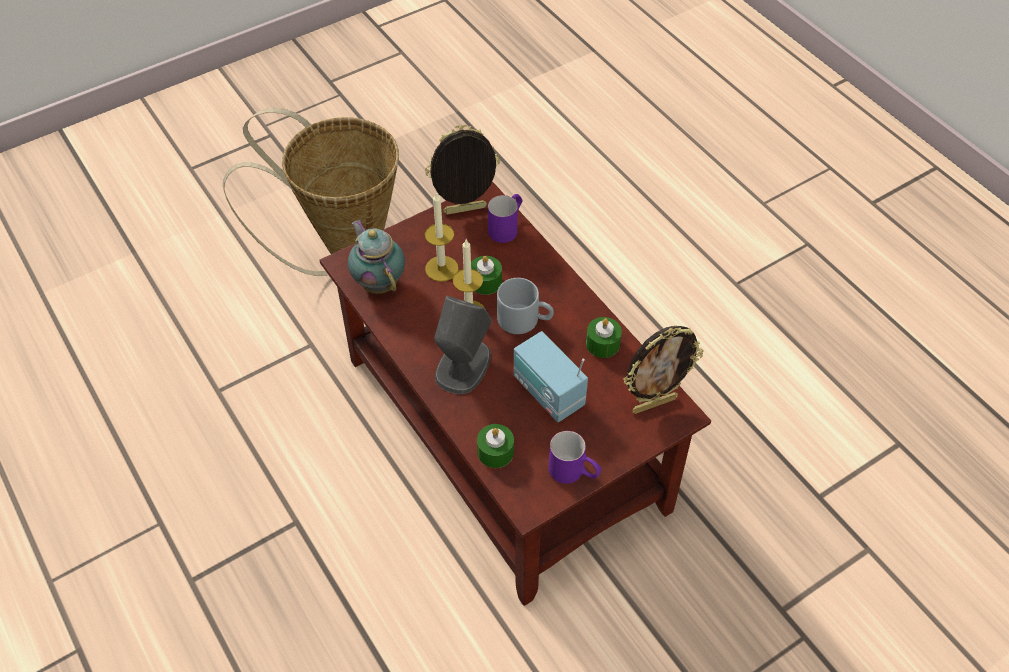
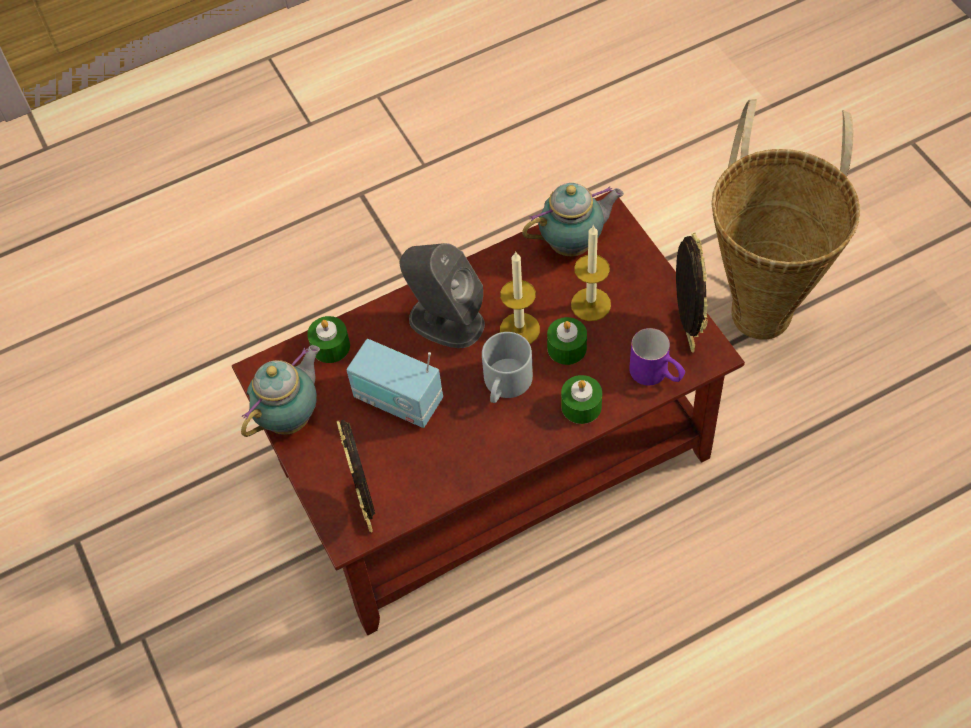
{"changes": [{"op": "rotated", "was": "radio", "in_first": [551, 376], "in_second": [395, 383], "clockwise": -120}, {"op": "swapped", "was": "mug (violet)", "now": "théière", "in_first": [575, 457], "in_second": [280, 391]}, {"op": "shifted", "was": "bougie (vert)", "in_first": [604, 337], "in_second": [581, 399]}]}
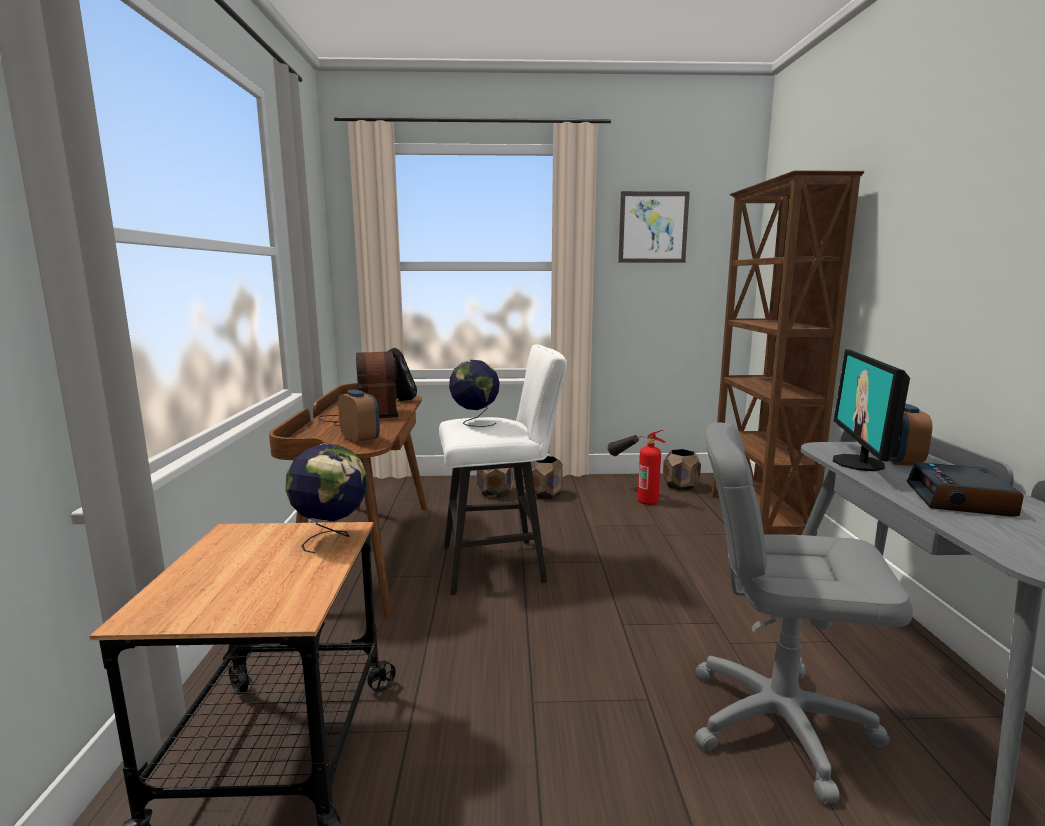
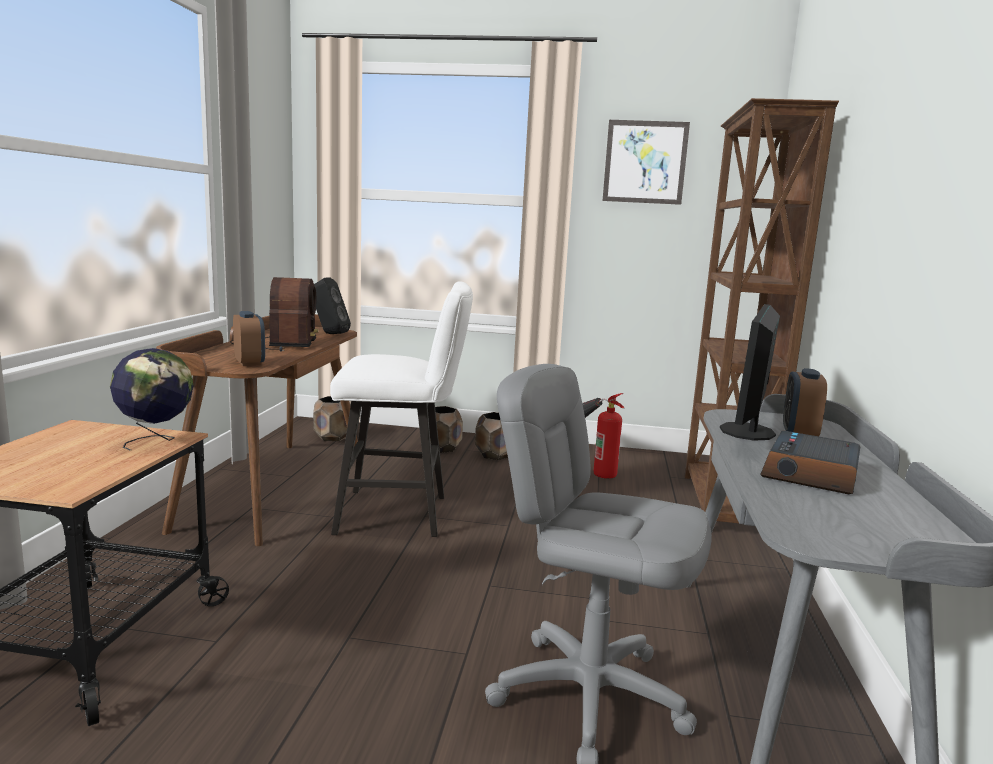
{"changes": [{"op": "gone", "was": "globe", "in_first": [474, 393]}, {"op": "shifted", "was": "cache-pot (marron)", "in_first": [682, 470], "in_second": [332, 418]}]}
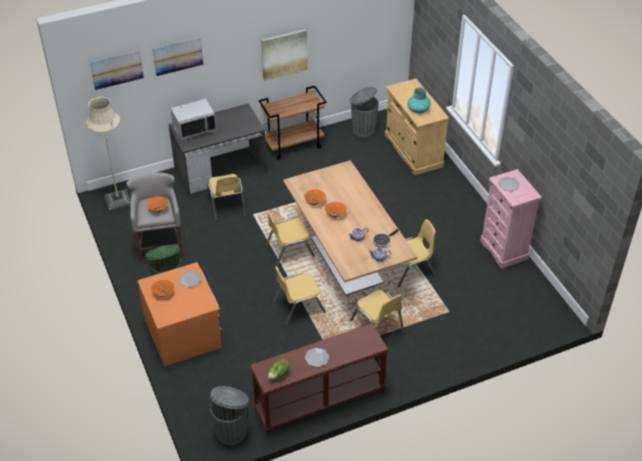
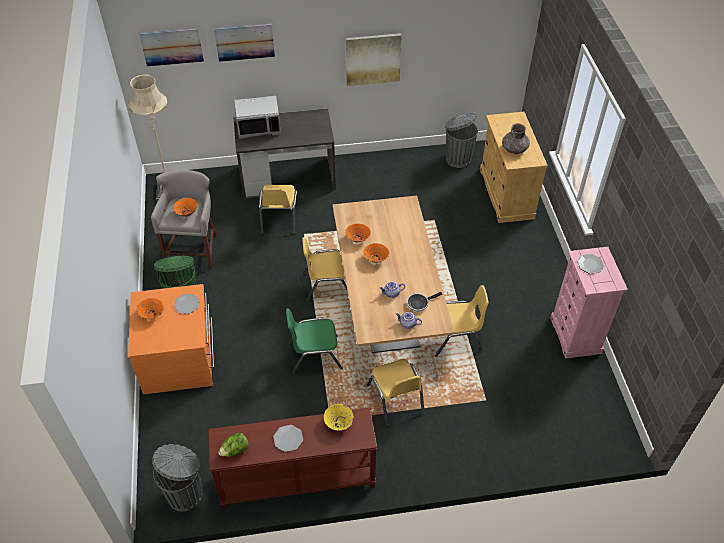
{"changes": [{"op": "gone", "was": "chariot (marron)", "in_first": [293, 123]}, {"op": "repainted", "was": "chaise (jaune)", "now": "chaise (vert)", "in_first": [299, 295], "in_second": [314, 341]}, {"op": "repainted", "was": "vase (turquoise)", "now": "vase (gris)", "in_first": [419, 100], "in_second": [516, 138]}, {"op": "new", "now": "bol (jaune)", "in_second": [339, 417]}]}
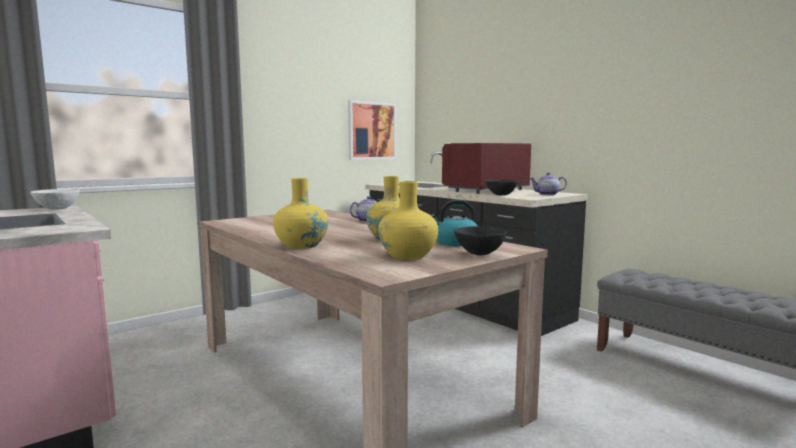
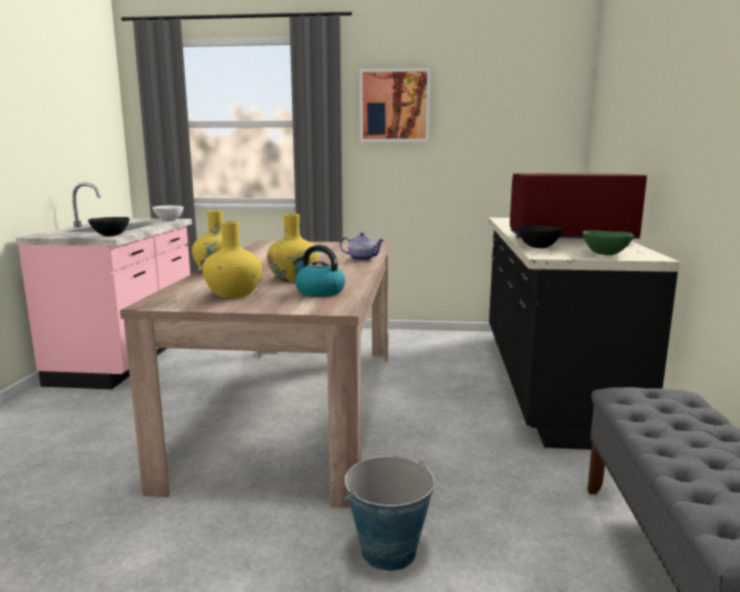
{"changes": [{"op": "shifted", "was": "tableau", "in_first": [372, 130], "in_second": [394, 105]}, {"op": "shifted", "was": "bol (noir)", "in_first": [480, 240], "in_second": [109, 226]}, {"op": "swapped", "was": "théière", "now": "bol (vert)", "in_first": [548, 183], "in_second": [608, 242]}, {"op": "new", "now": "seau", "in_second": [388, 513]}]}
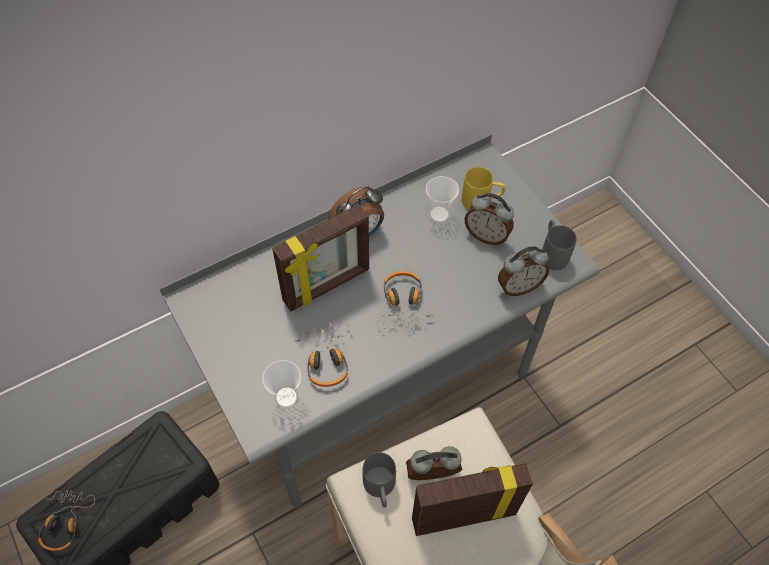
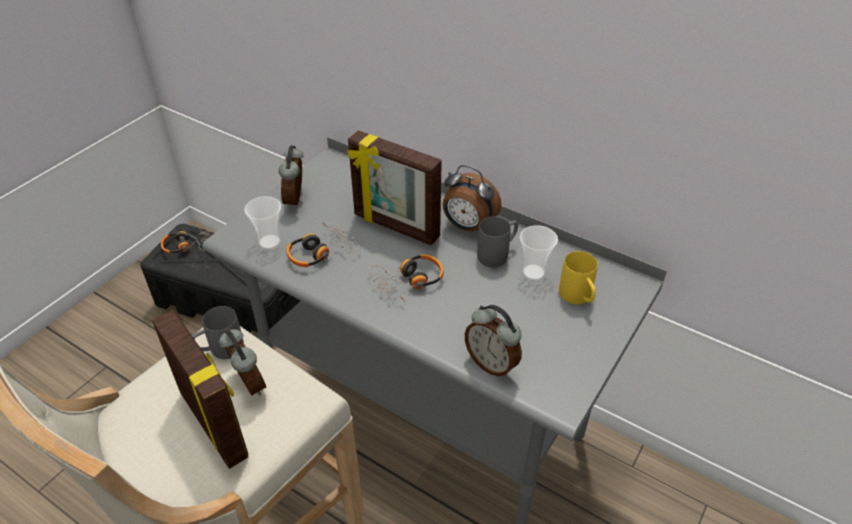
{"changes": [{"op": "shifted", "was": "réveil", "in_first": [489, 219], "in_second": [291, 177]}, {"op": "shifted", "was": "mug (gris)", "in_first": [559, 244], "in_second": [497, 242]}]}
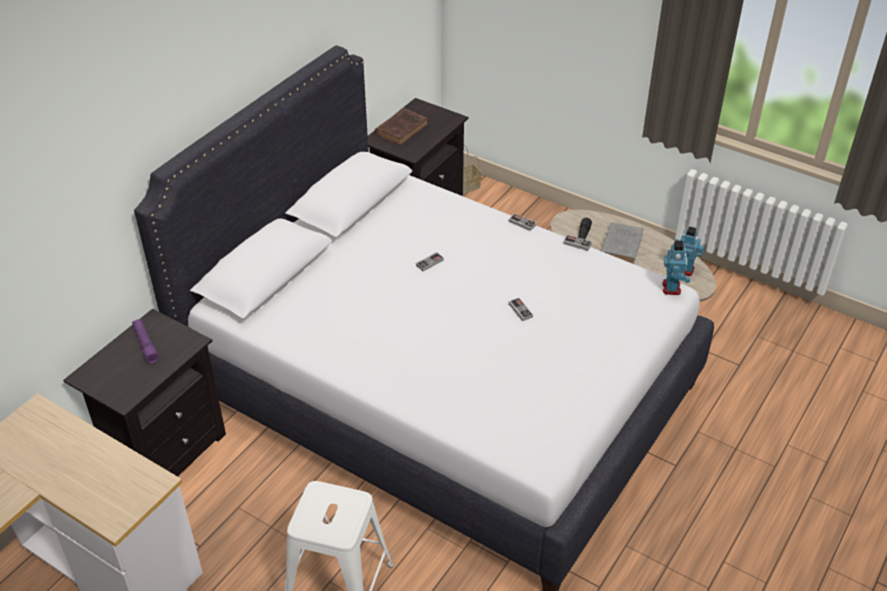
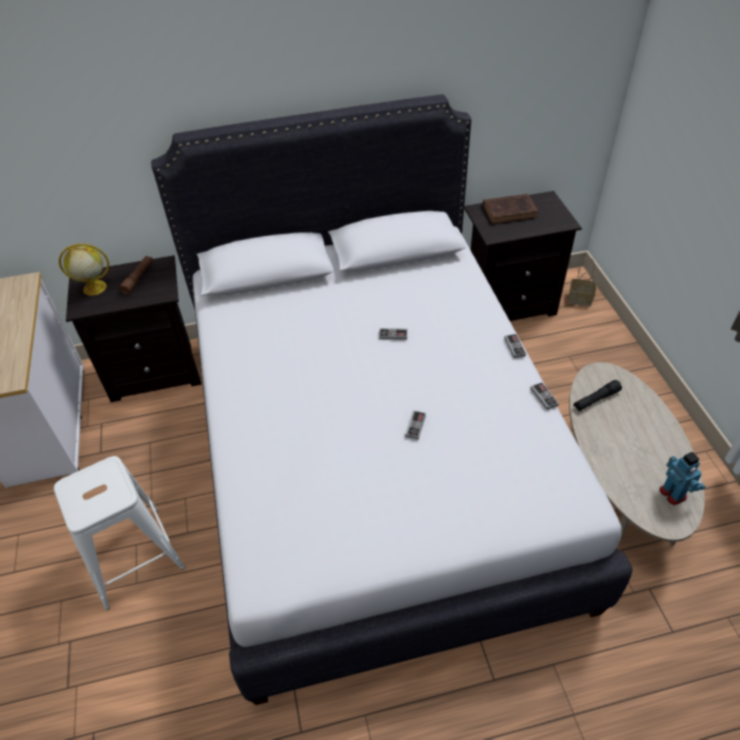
{"changes": [{"op": "repainted", "was": "lampe de poche (violet)", "now": "lampe de poche (marron)", "in_first": [145, 341], "in_second": [136, 275]}, {"op": "gone", "was": "livre (gris)", "in_first": [622, 243]}, {"op": "gone", "was": "robot jouet", "in_first": [676, 267]}, {"op": "new", "now": "globe", "in_second": [84, 270]}]}
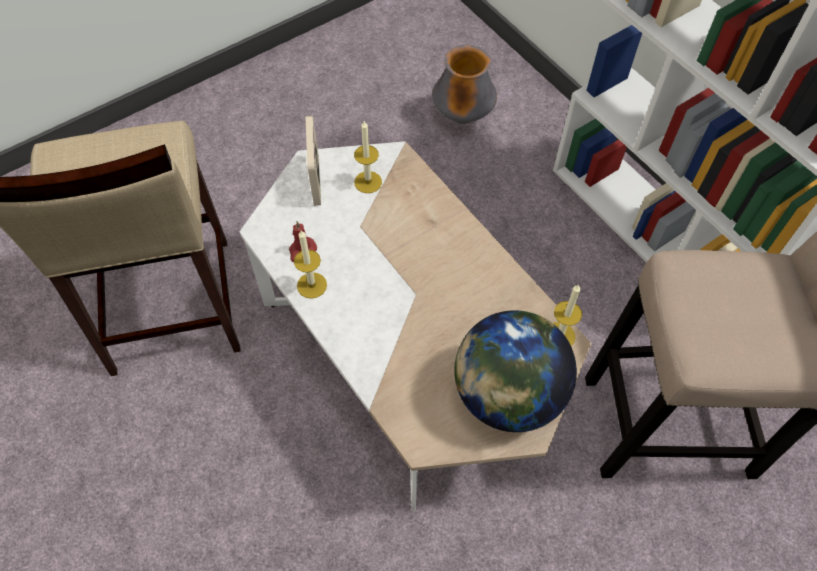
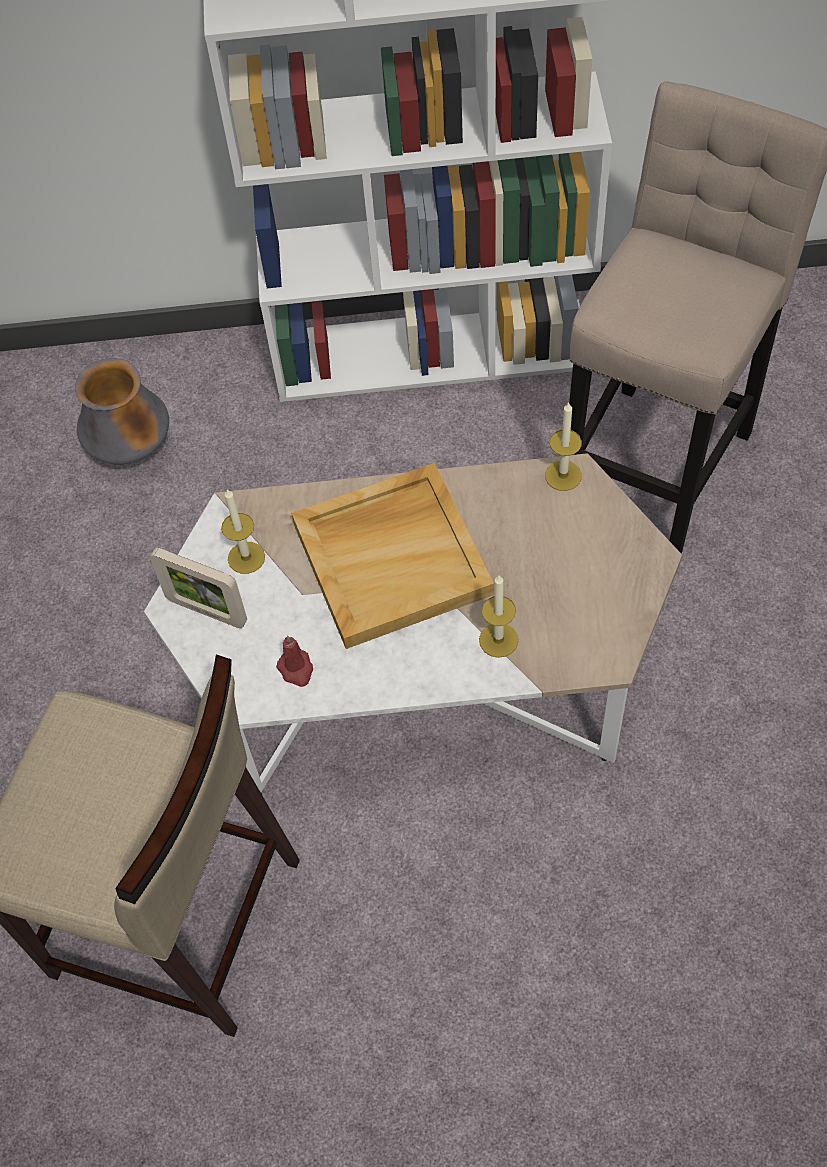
{"changes": [{"op": "shifted", "was": "bougie", "in_first": [310, 264], "in_second": [498, 616]}, {"op": "gone", "was": "globe", "in_first": [515, 371]}, {"op": "new", "now": "plateau (beige)", "in_second": [392, 556]}]}
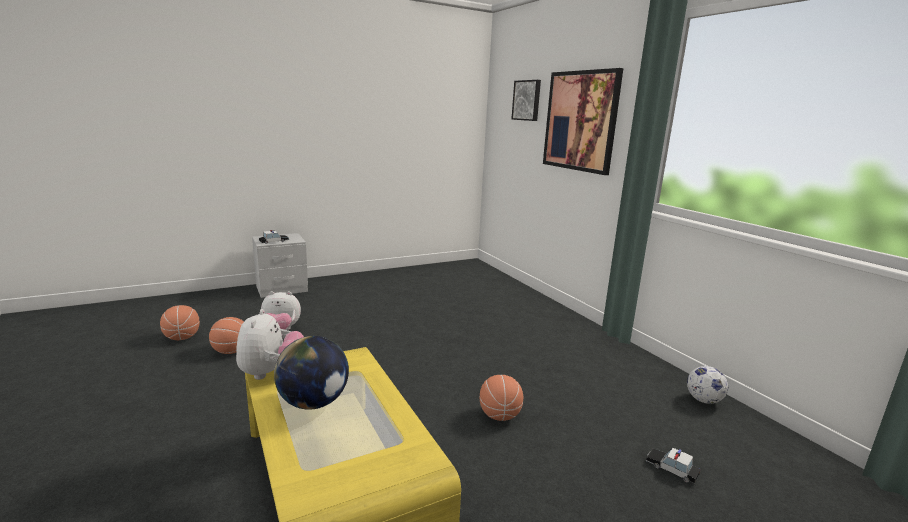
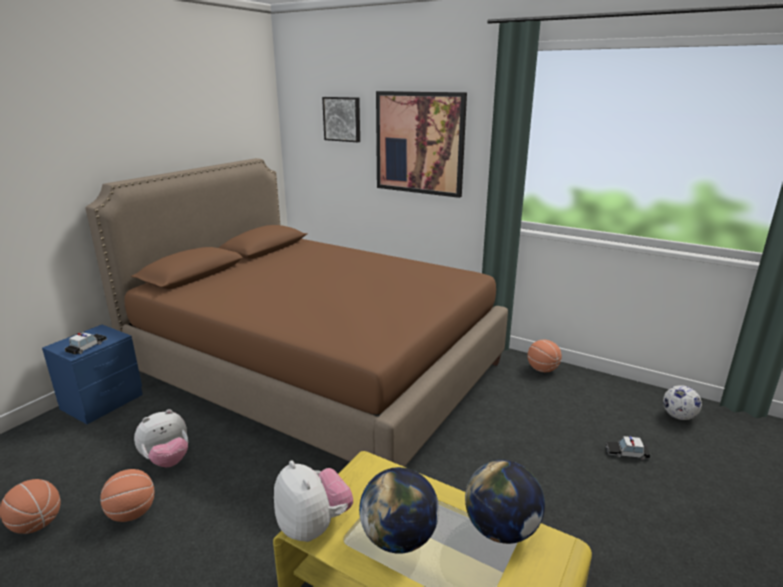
{"changes": [{"op": "repainted", "was": "table de chevet (gris)", "now": "table de chevet (bleu)", "in_first": [280, 265], "in_second": [92, 374]}, {"op": "shifted", "was": "ballon de basket", "in_first": [501, 398], "in_second": [544, 356]}, {"op": "shifted", "was": "ballon de foot", "in_first": [707, 385], "in_second": [682, 402]}, {"op": "new", "now": "lit (marron)", "in_second": [296, 312]}, {"op": "new", "now": "globe", "in_second": [505, 502]}]}
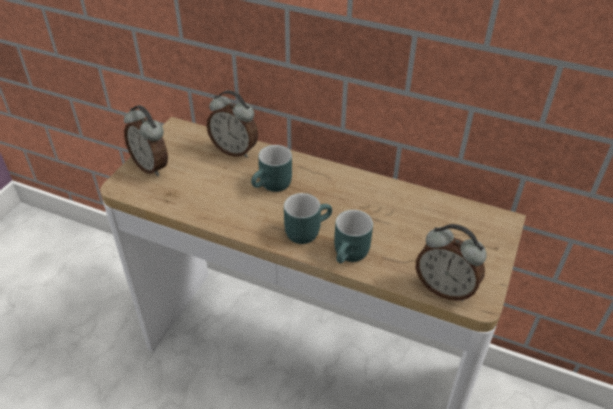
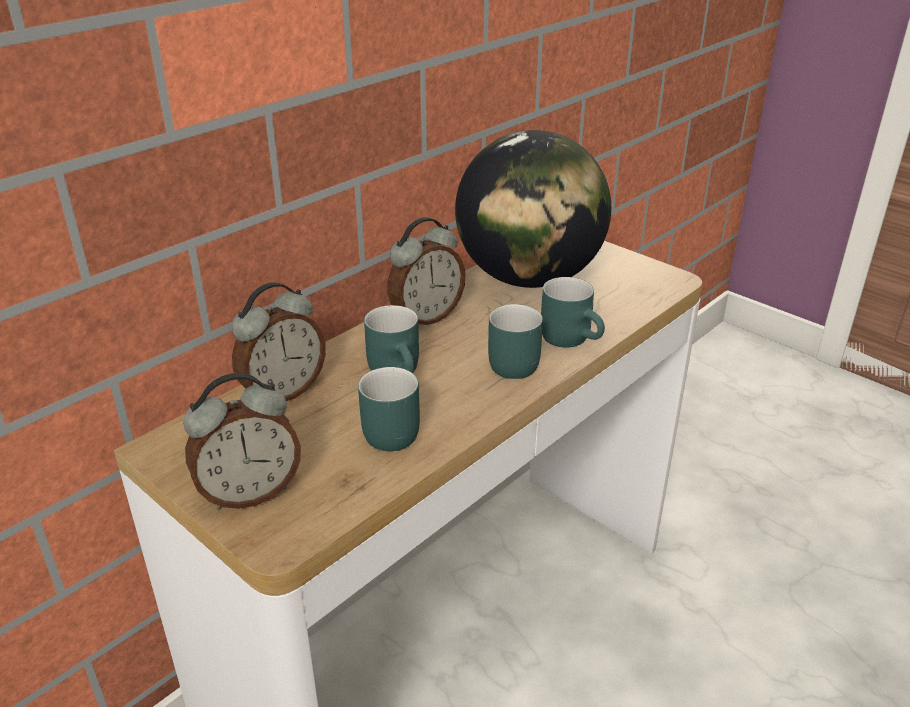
{"changes": [{"op": "shifted", "was": "réveil", "in_first": [451, 262], "in_second": [426, 271]}, {"op": "new", "now": "mug (turquoise)", "in_second": [389, 409]}, {"op": "new", "now": "globe", "in_second": [533, 209]}]}
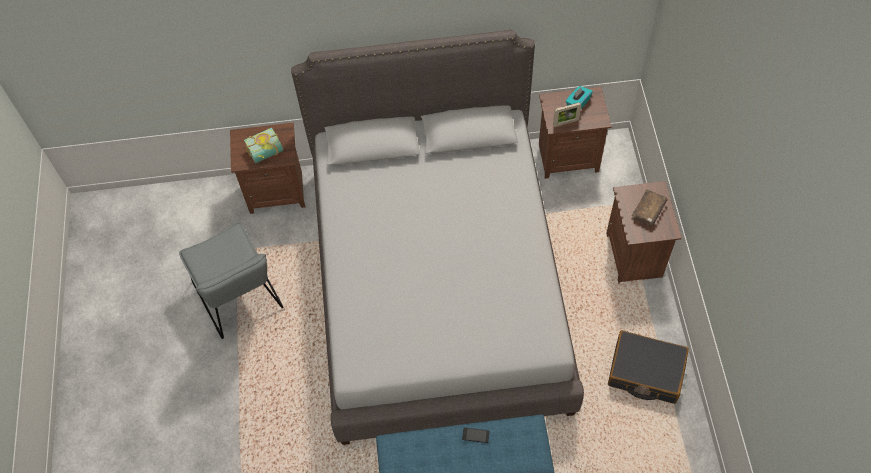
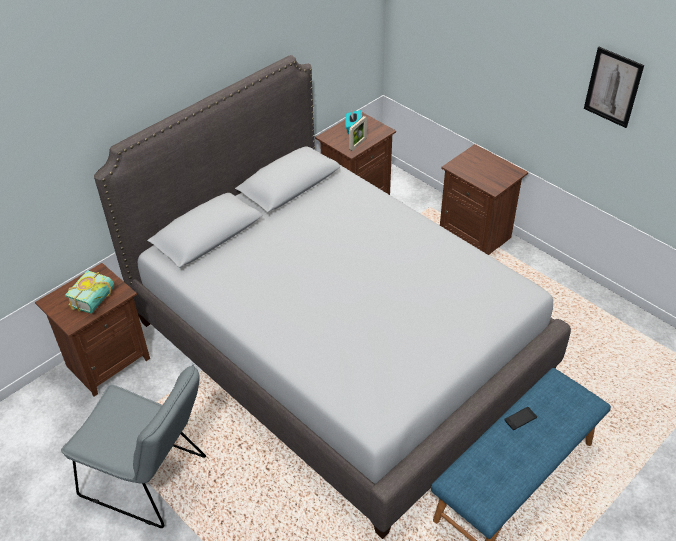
{"changes": [{"op": "gone", "was": "valise (noir)", "in_first": [648, 367]}, {"op": "gone", "was": "livre (marron)", "in_first": [649, 208]}, {"op": "new", "now": "tableau", "in_second": [614, 87]}]}
